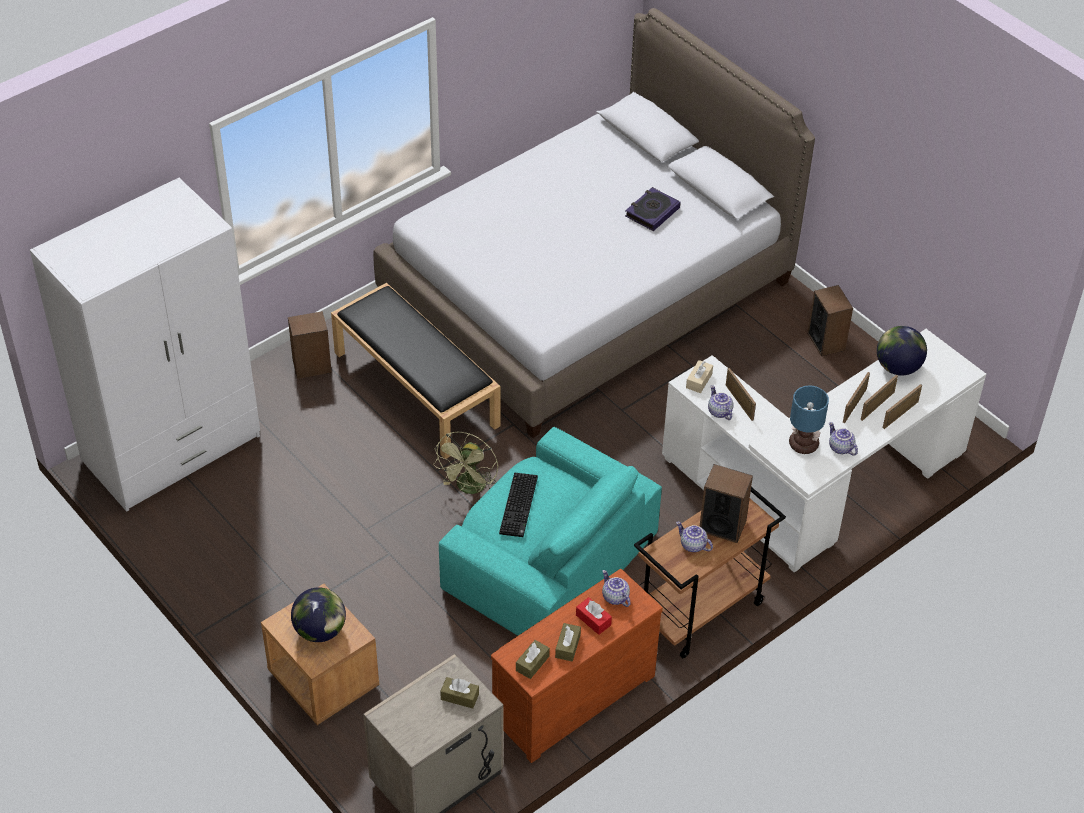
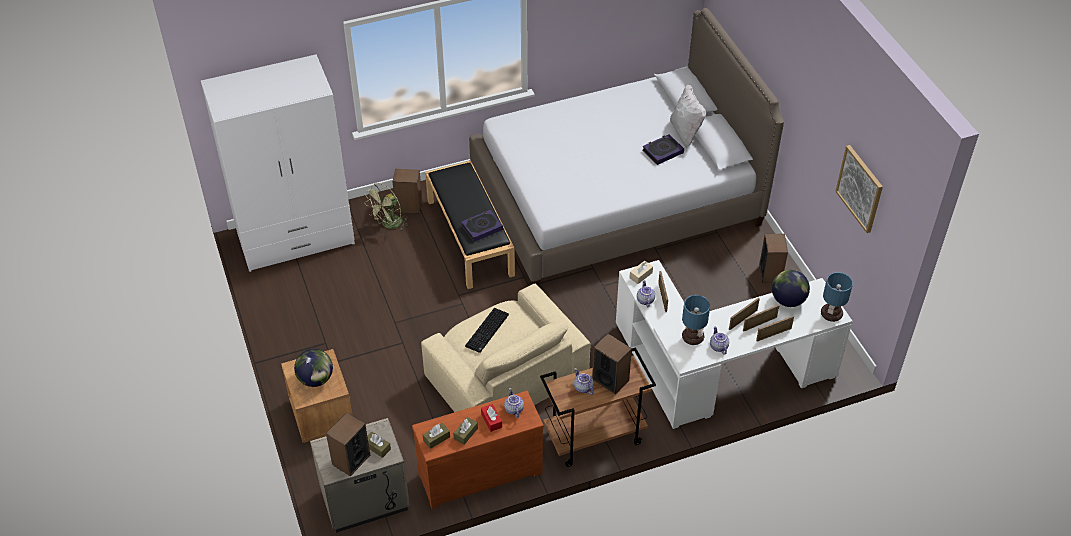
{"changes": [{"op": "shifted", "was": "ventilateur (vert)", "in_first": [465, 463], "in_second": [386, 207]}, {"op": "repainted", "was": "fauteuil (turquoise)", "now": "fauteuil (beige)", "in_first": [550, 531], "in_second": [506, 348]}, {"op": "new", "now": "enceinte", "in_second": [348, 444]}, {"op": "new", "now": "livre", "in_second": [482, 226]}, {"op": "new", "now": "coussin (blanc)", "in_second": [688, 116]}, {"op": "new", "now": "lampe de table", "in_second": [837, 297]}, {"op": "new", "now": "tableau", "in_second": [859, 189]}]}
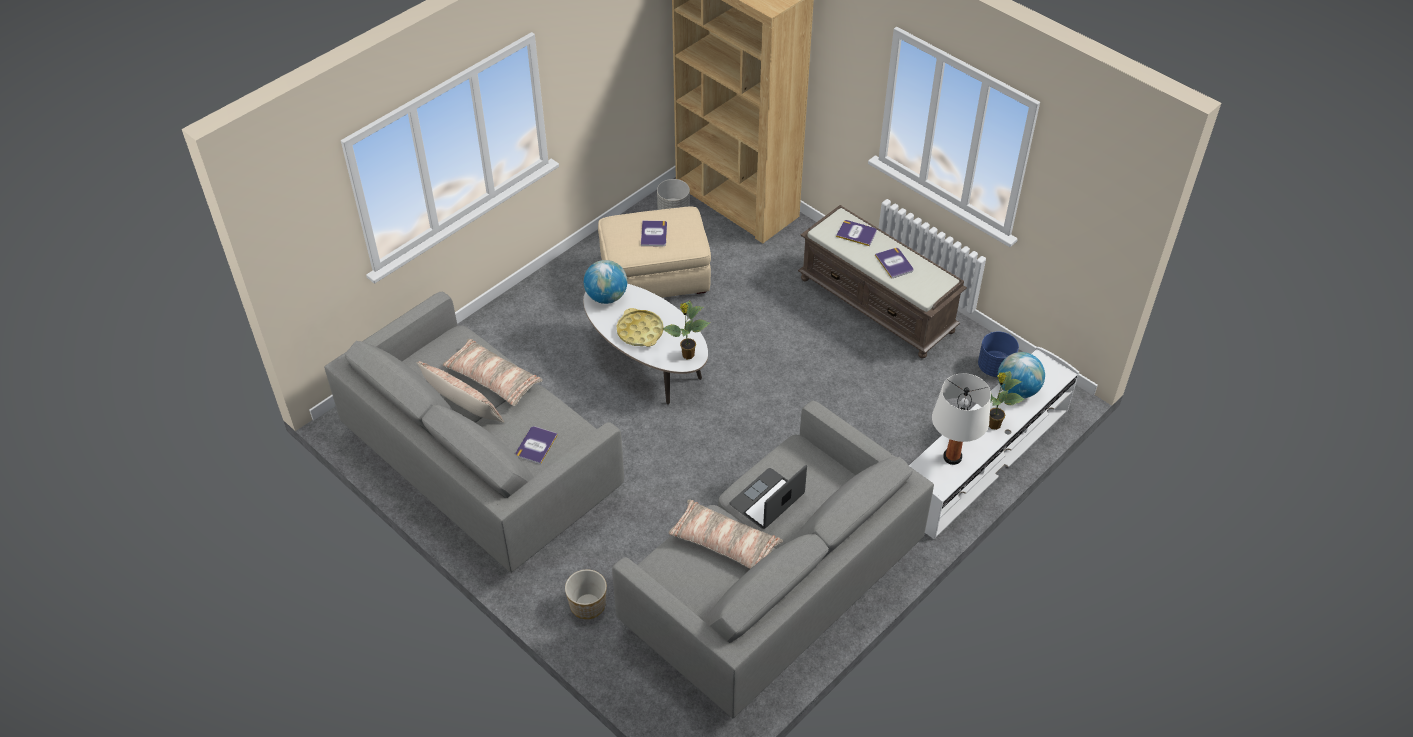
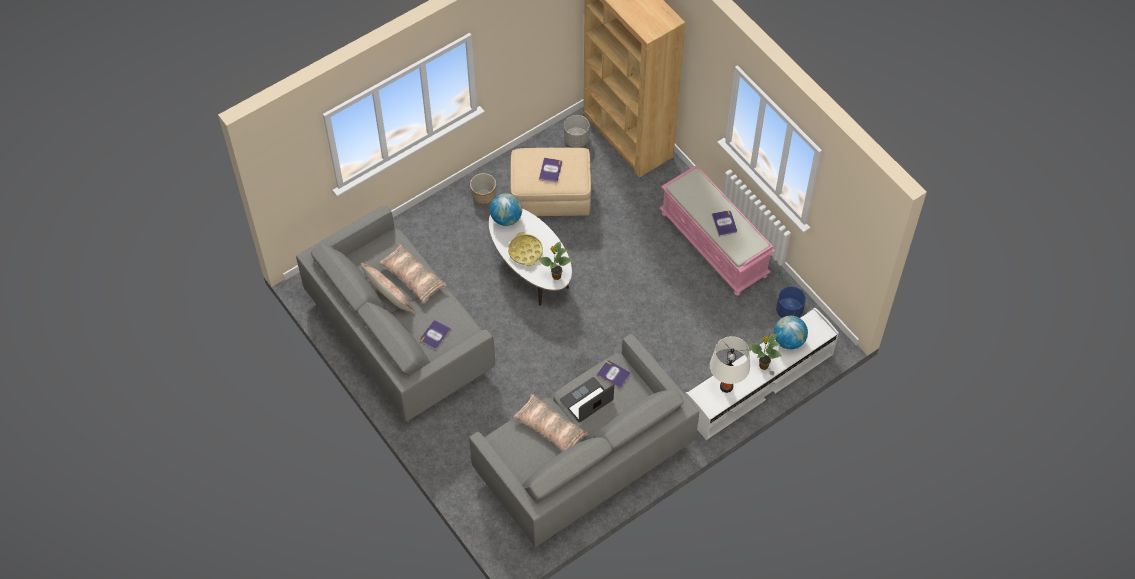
{"changes": [{"op": "shifted", "was": "cache-pot", "in_first": [586, 594], "in_second": [483, 188]}, {"op": "repainted", "was": "banc (marron)", "now": "banc (rose)", "in_first": [882, 282], "in_second": [717, 230]}, {"op": "shifted", "was": "livre", "in_first": [856, 233], "in_second": [613, 374]}]}
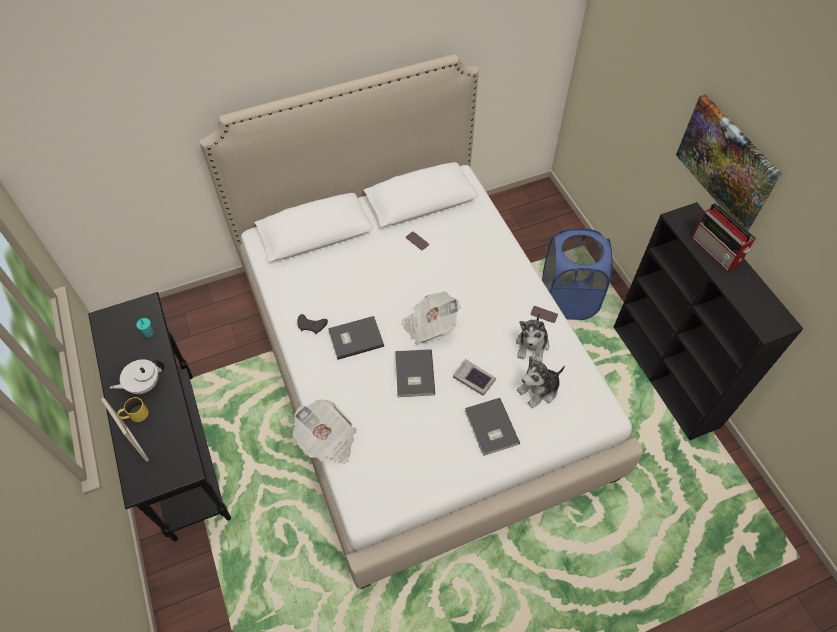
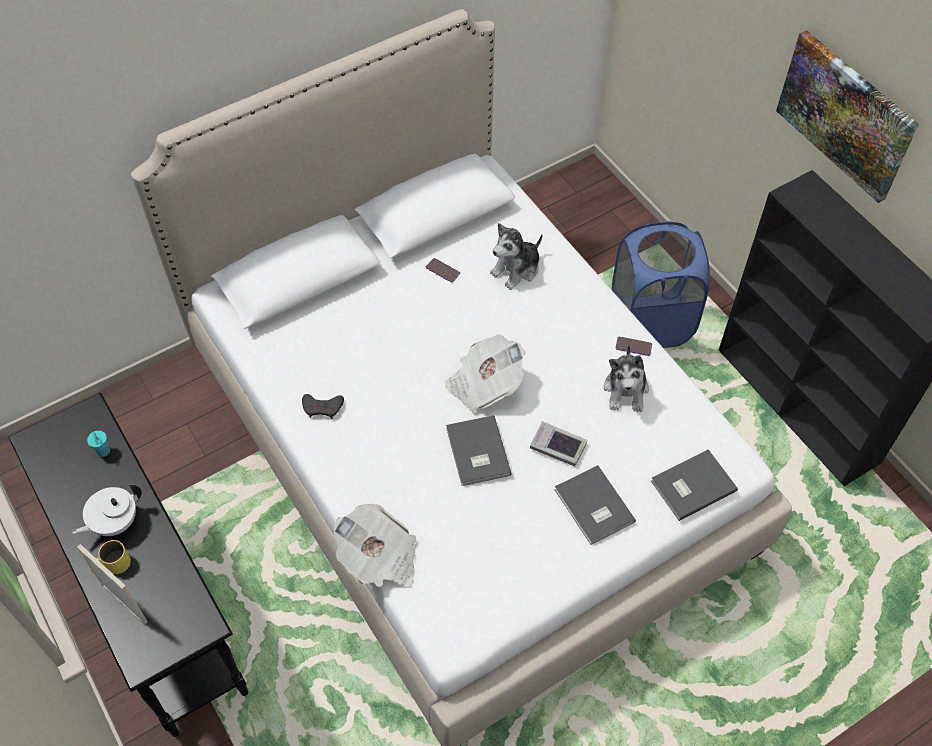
{"changes": [{"op": "shifted", "was": "livre (gris)", "in_first": [356, 338], "in_second": [694, 485]}, {"op": "shifted", "was": "peluche", "in_first": [541, 382], "in_second": [516, 256]}, {"op": "gone", "was": "radio", "in_first": [724, 237]}]}
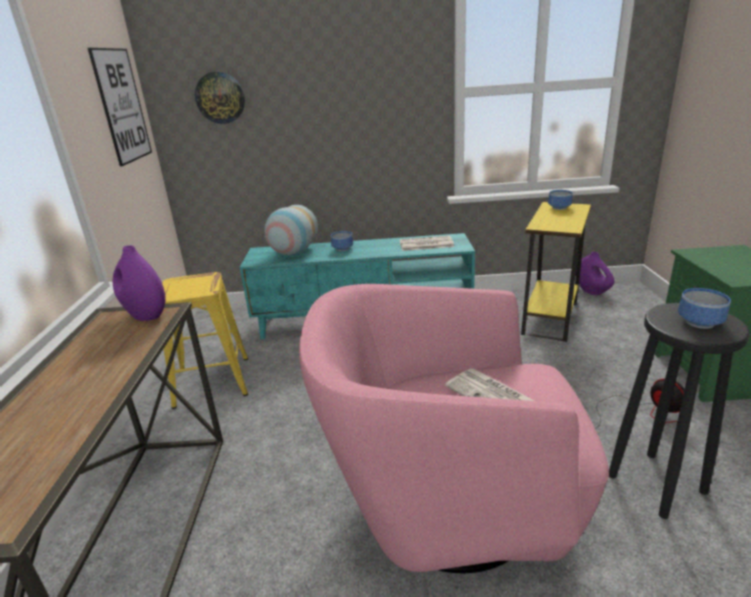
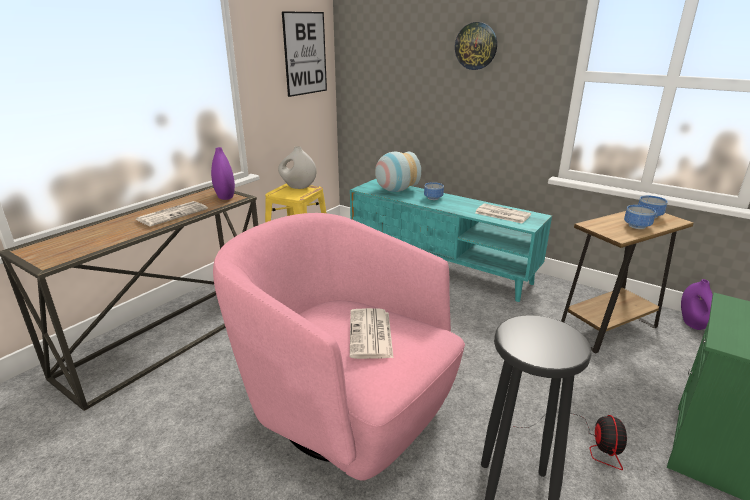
{"changes": [{"op": "shifted", "was": "horloge murale", "in_first": [220, 98], "in_second": [476, 46]}, {"op": "repainted", "was": "table d'appoint (jaune)", "now": "table d'appoint (marron)", "in_first": [556, 272], "in_second": [627, 282]}, {"op": "shifted", "was": "bol", "in_first": [704, 308], "in_second": [640, 217]}, {"op": "new", "now": "journal", "in_second": [171, 214]}, {"op": "new", "now": "vase (blanc)", "in_second": [297, 167]}]}
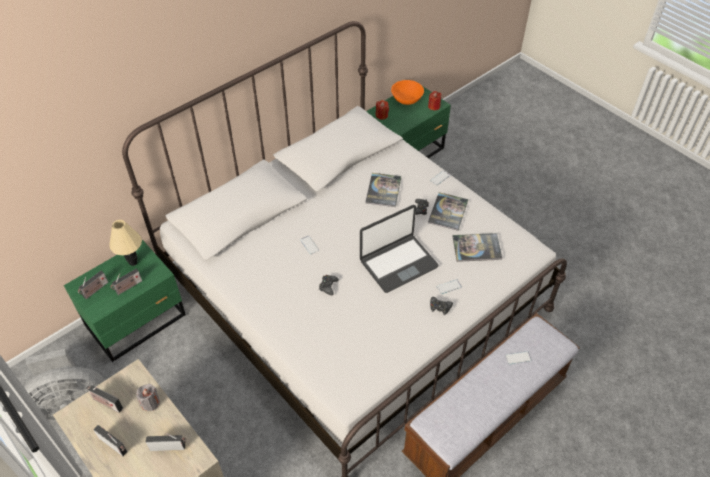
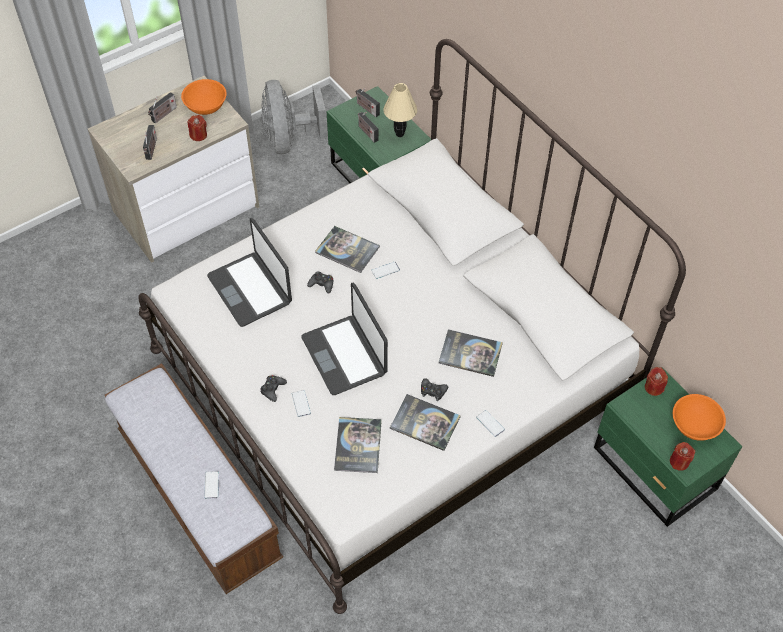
{"changes": [{"op": "swapped", "was": "radio", "now": "bol (orange)", "in_first": [105, 399], "in_second": [204, 97]}, {"op": "repainted", "was": "bougie (gris)", "now": "bougie (rouge)", "in_first": [148, 397], "in_second": [197, 128]}, {"op": "new", "now": "ordinateur portable", "in_second": [249, 272]}, {"op": "new", "now": "livre", "in_second": [347, 249]}]}
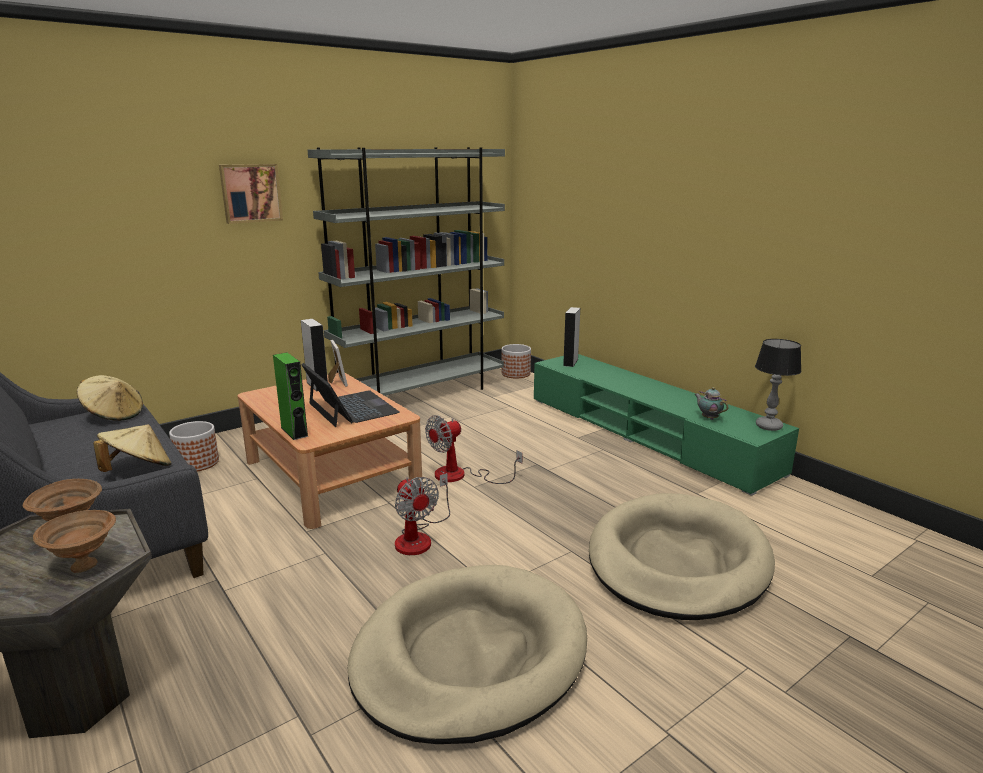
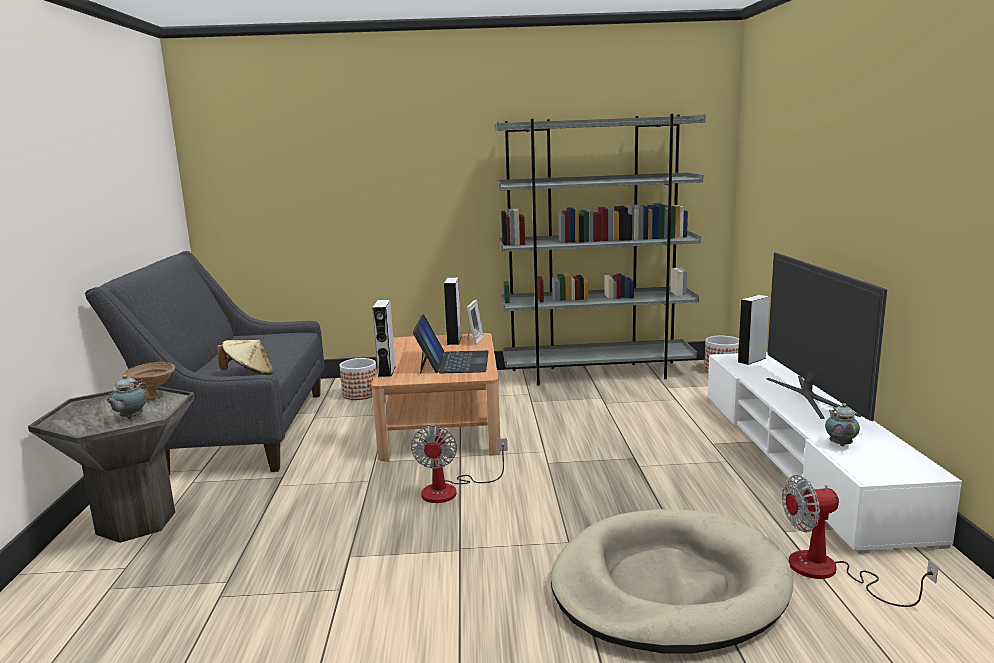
{"changes": [{"op": "swapped", "was": "bol (marron)", "now": "théière", "in_first": [74, 541], "in_second": [126, 397]}, {"op": "gone", "was": "chapeau (beige)", "in_first": [110, 398]}, {"op": "gone", "was": "tableau", "in_first": [251, 194]}, {"op": "repainted", "was": "enceinte (vert)", "now": "enceinte (gris)", "in_first": [291, 396], "in_second": [384, 338]}, {"op": "gone", "was": "panier pour chien (beige)", "in_first": [467, 654]}, {"op": "shifted", "was": "ventilateur", "in_first": [474, 449], "in_second": [860, 541]}, {"op": "repainted", "was": "meuble télé (vert)", "now": "meuble télé (blanc)", "in_first": [666, 425], "in_second": [835, 453]}, {"op": "gone", "was": "lampe de table", "in_first": [778, 385]}, {"op": "new", "now": "téléviseur", "in_second": [826, 336]}]}
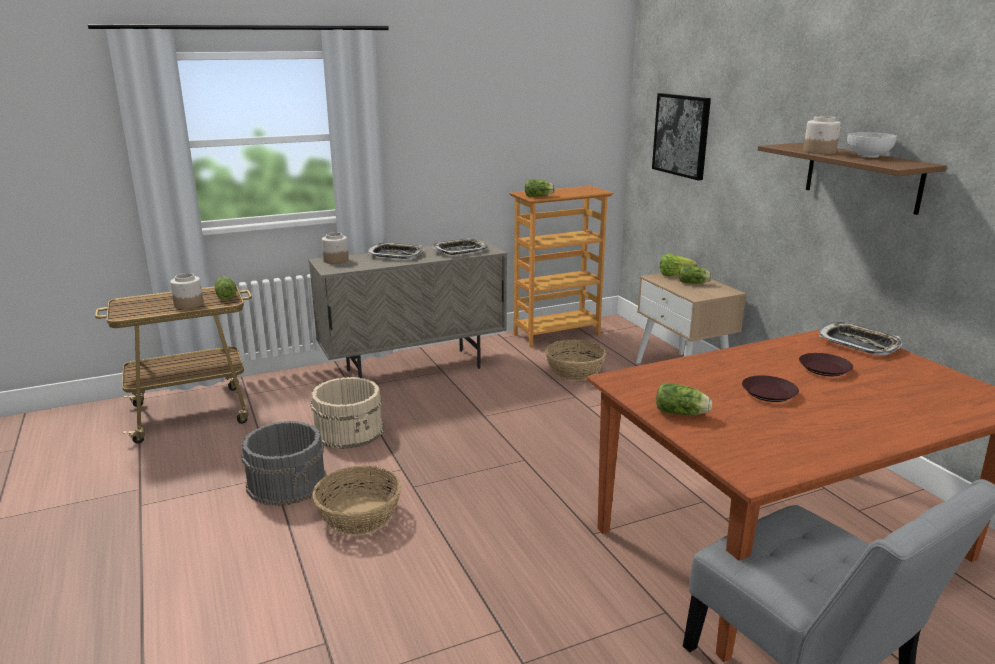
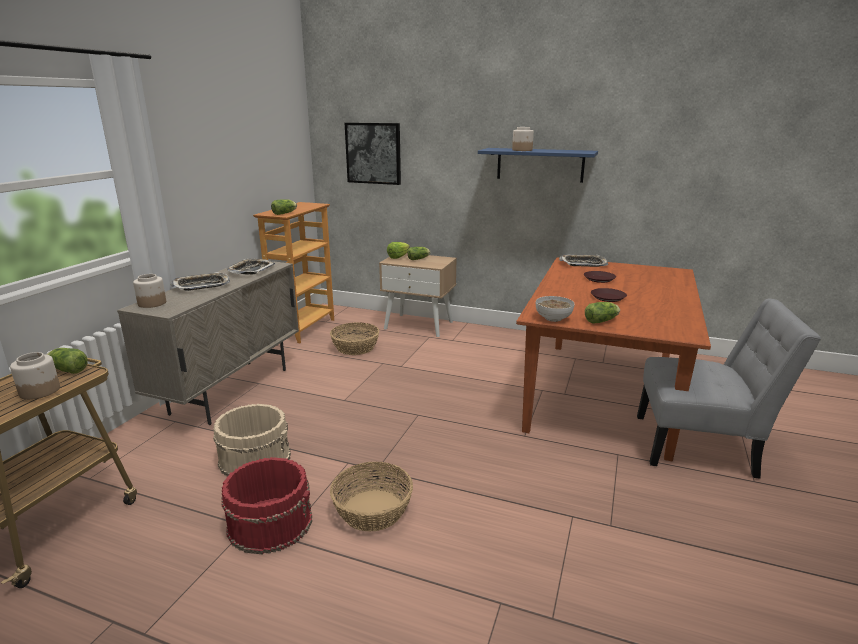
{"changes": [{"op": "repainted", "was": "seau (gris)", "now": "seau (rouge)", "in_first": [284, 463], "in_second": [266, 506]}, {"op": "repainted", "was": "étagère (marron)", "now": "étagère (bleu)", "in_first": [852, 179], "in_second": [538, 165]}, {"op": "shifted", "was": "bol", "in_first": [872, 145], "in_second": [555, 309]}]}
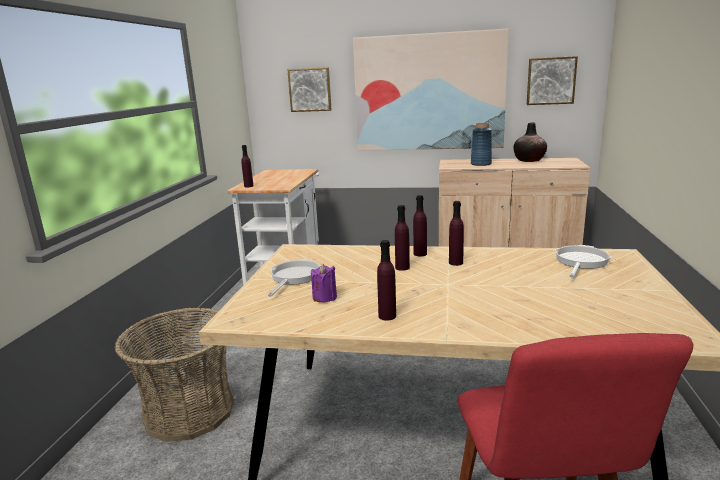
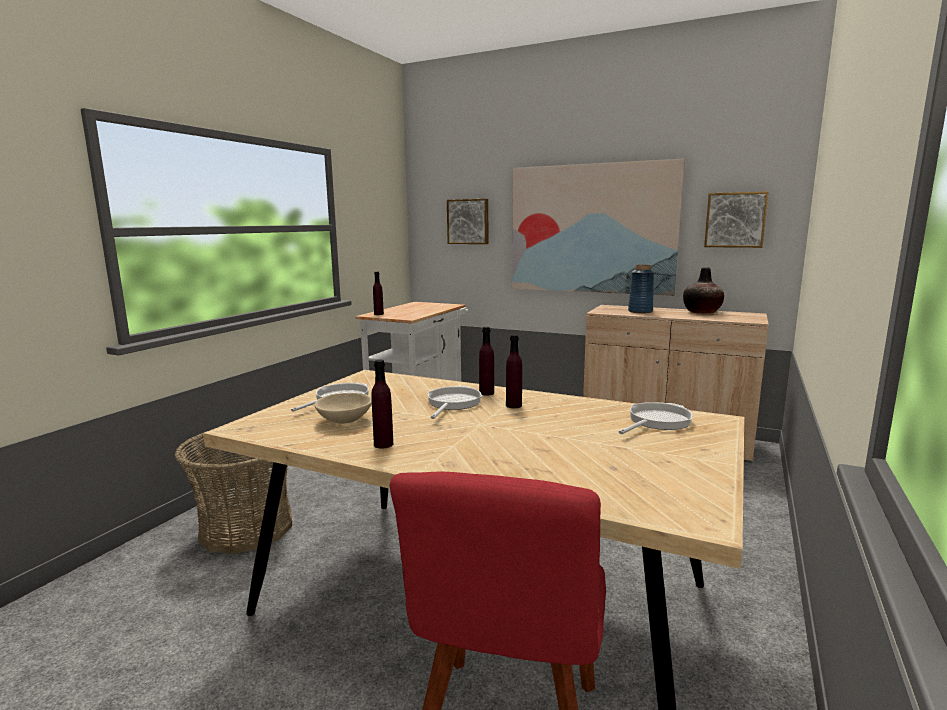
{"changes": [{"op": "swapped", "was": "bougie (violet)", "now": "bol (beige)", "in_first": [324, 283], "in_second": [343, 408]}, {"op": "swapped", "was": "bouteille (violet)", "now": "poêle", "in_first": [402, 238], "in_second": [454, 402]}]}
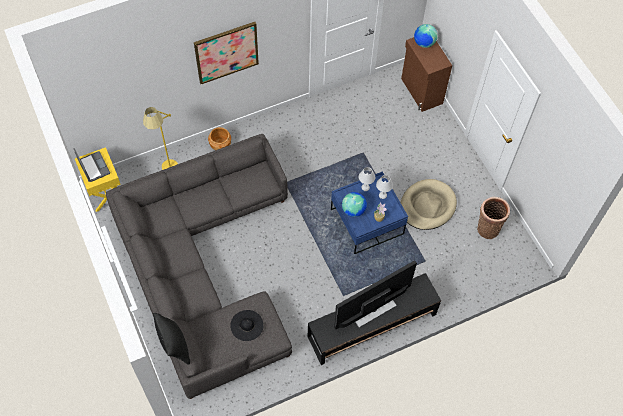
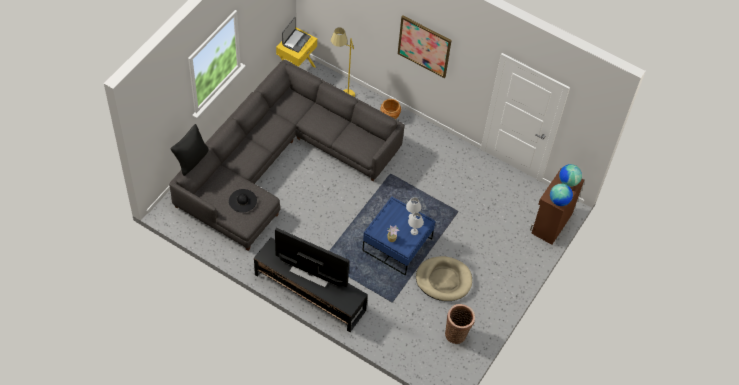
{"changes": [{"op": "shifted", "was": "globe", "in_first": [354, 204], "in_second": [561, 194]}]}
